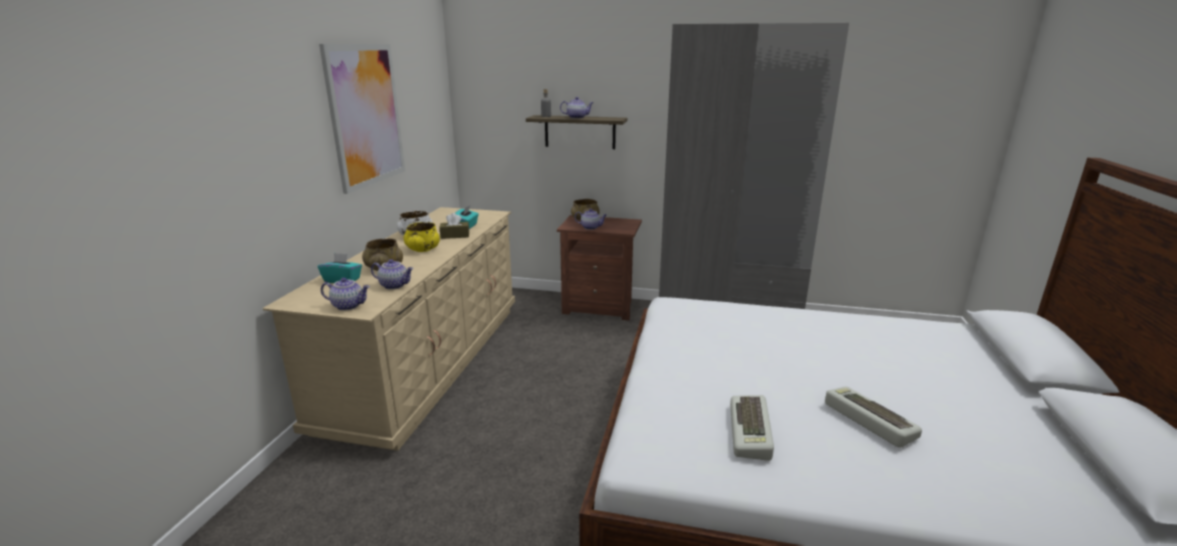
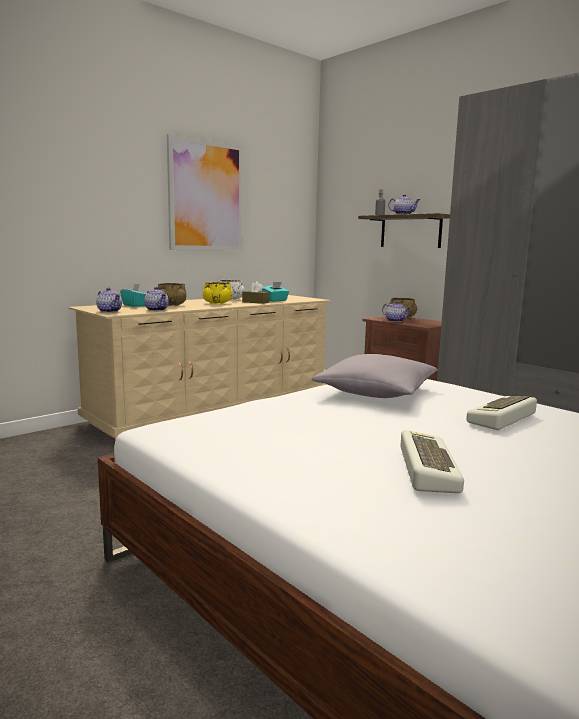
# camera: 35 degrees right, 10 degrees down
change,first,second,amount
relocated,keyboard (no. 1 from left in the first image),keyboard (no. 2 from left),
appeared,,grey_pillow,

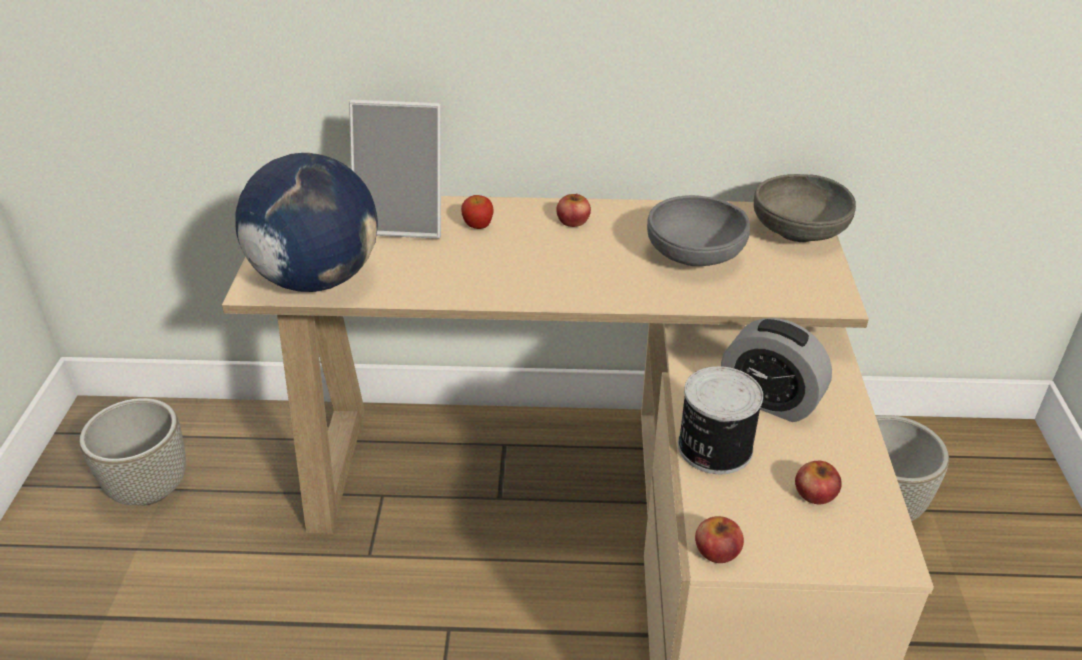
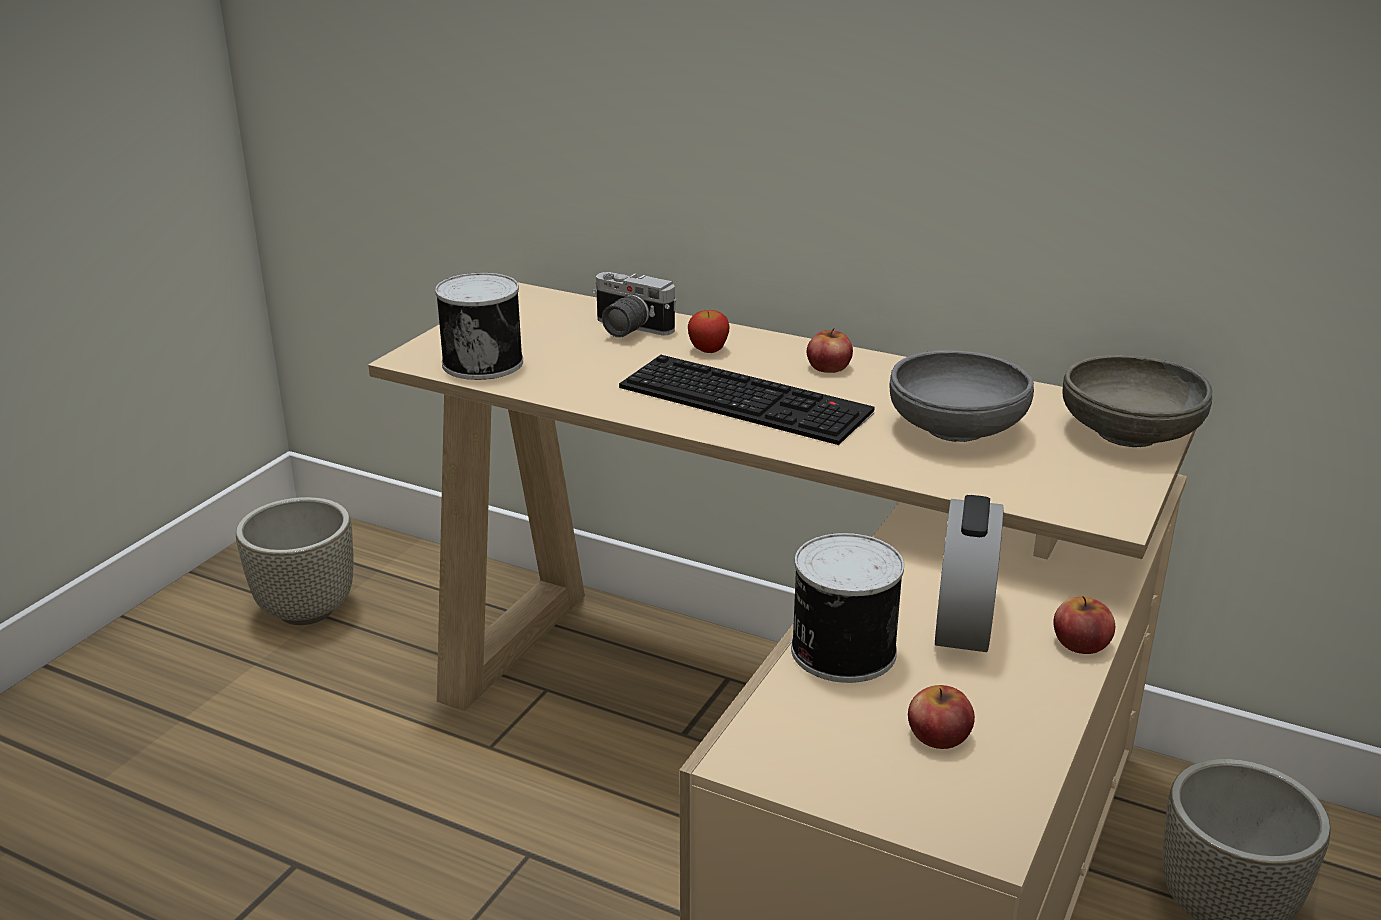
# camera: 25 degrees right, 10 degrees down
change,first,second,amount
exchanged,picture_frame,photo_camera,
exchanged,globe,can (no. 1 from left),
spun,alarm_clock,,45 degrees clockwise
relocated,apple (no. 3 from left in the first image),apple (no. 4 from left),
appeared,,keyboard,

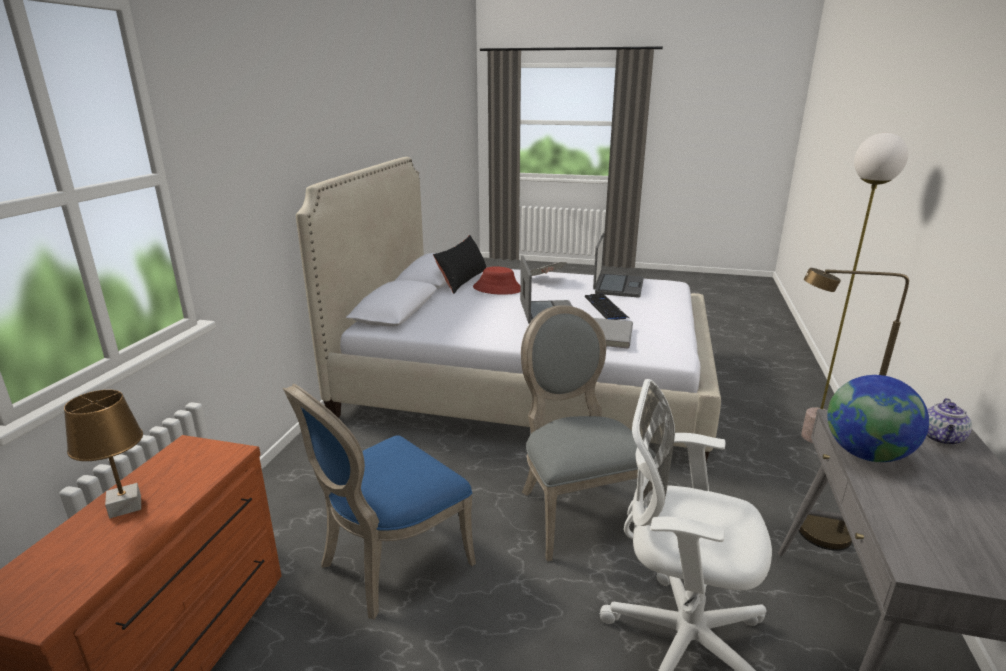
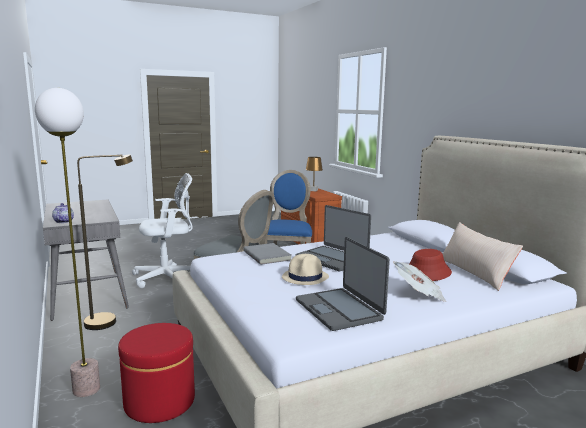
# camera: 140 degrees right, 10 degrees down
change,first,second,amount
colour,black_pillow,beige_pillow,
exchanged,keyboard,beige_hat,
missing,globe,,
appeared,,red_ottoman,

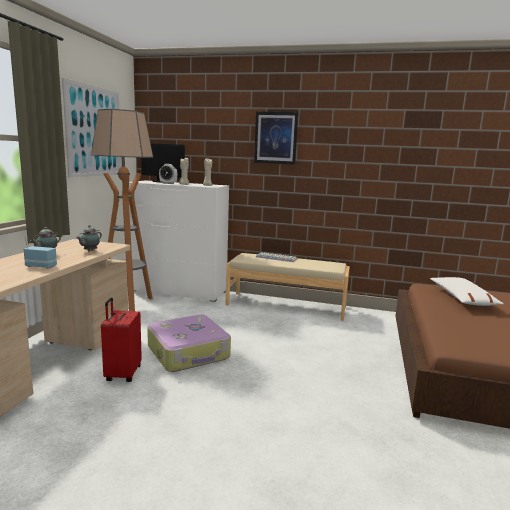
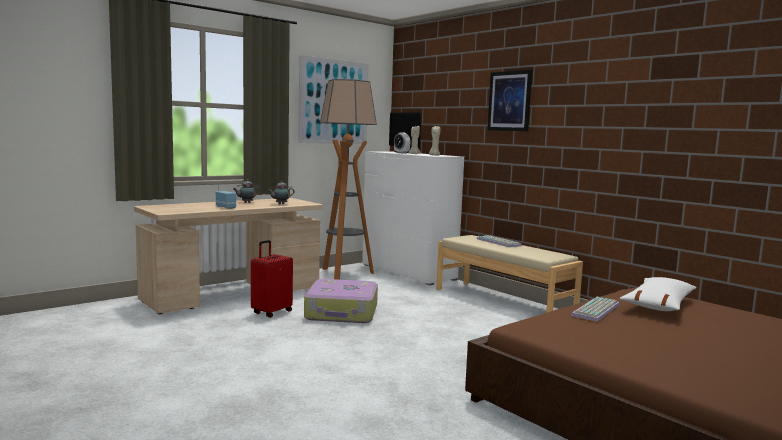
# camera: 35 degrees right, 5 degrees down
change,first,second,amount
appeared,,keyboard (no. 2 from left),

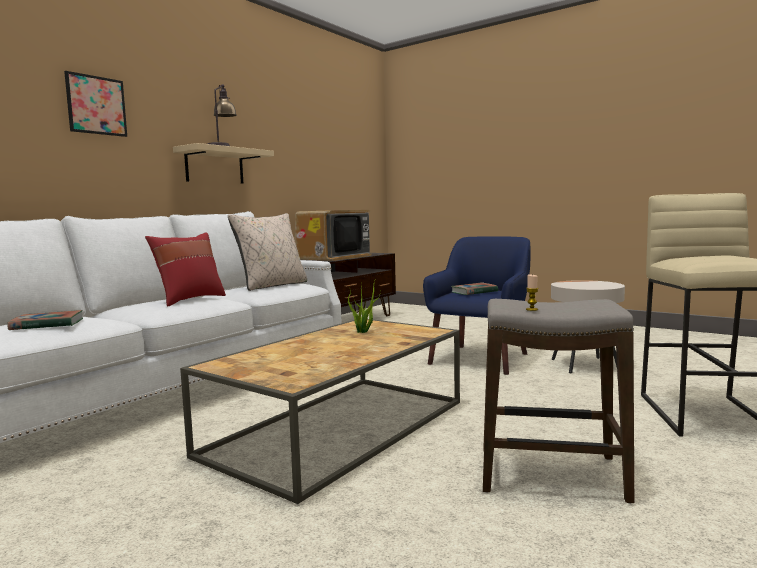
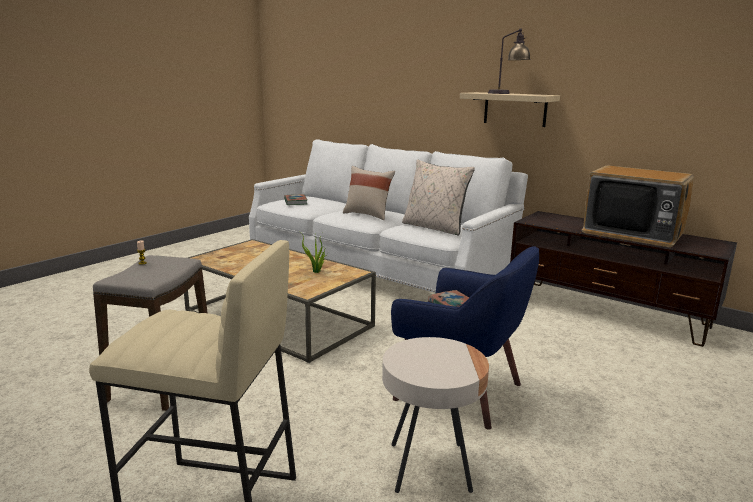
# camera: 90 degrees right, 10 degrees up
change,first,second,amount
missing,picture,,
colour,red_pillow,beige_pillow (no. 1 from left),

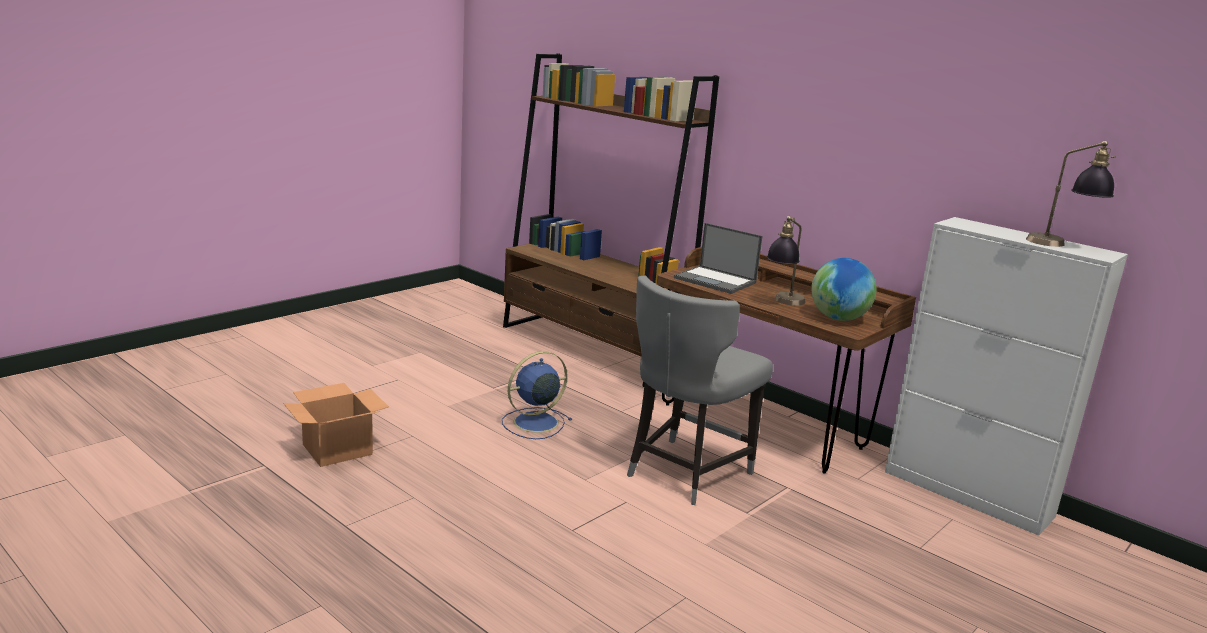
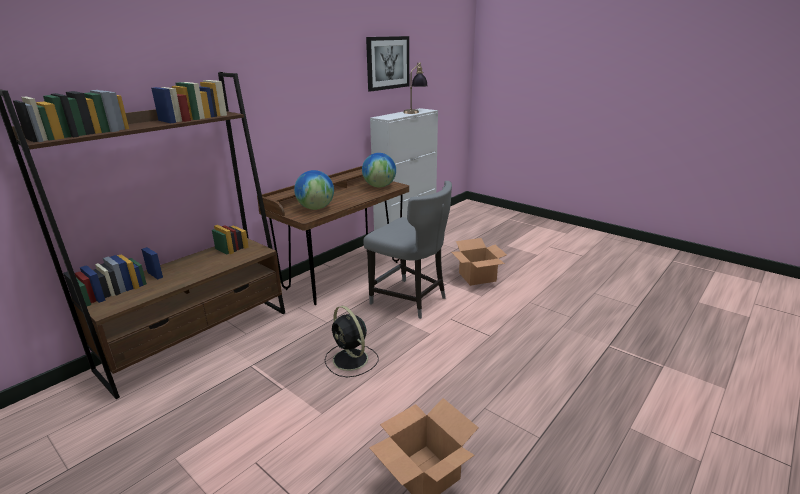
# camera: 90 degrees left, 5 degrees up
change,first,second,amount
missing,table_lamp (no. 1 from left),,
exchanged,laptop,globe (no. 1 from left),
colour,blue_fan,black_fan,
appeared,,picture,
appeared,,cardboard_box (no. 2 from left),

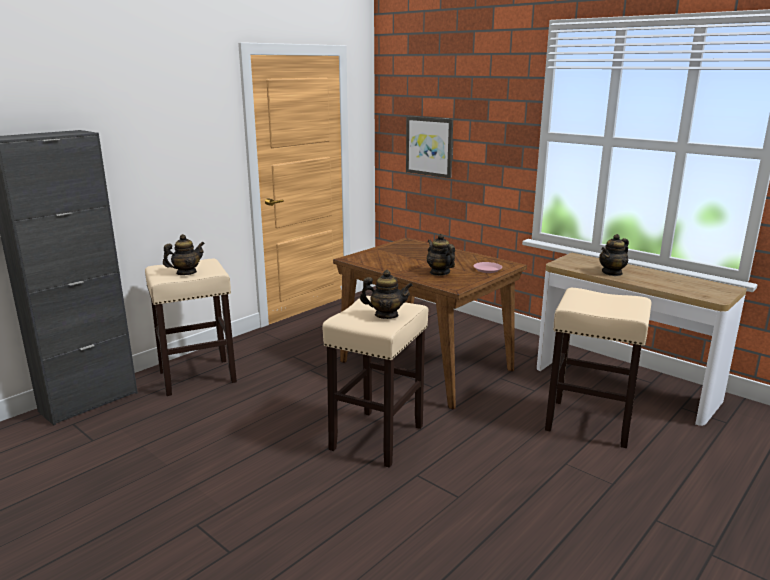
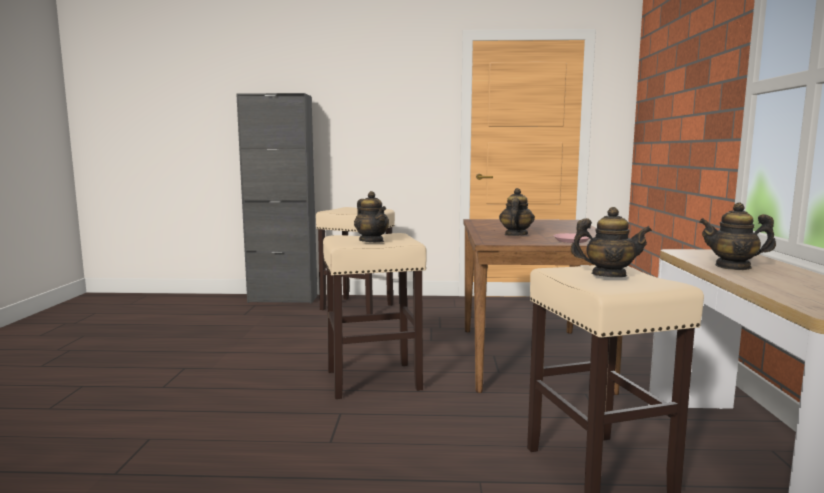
# camera: 50 degrees right, 10 degrees down
change,first,second,amount
missing,picture,,
relocated,teapot (no. 1 from left in the first image),teapot (no. 3 from left),

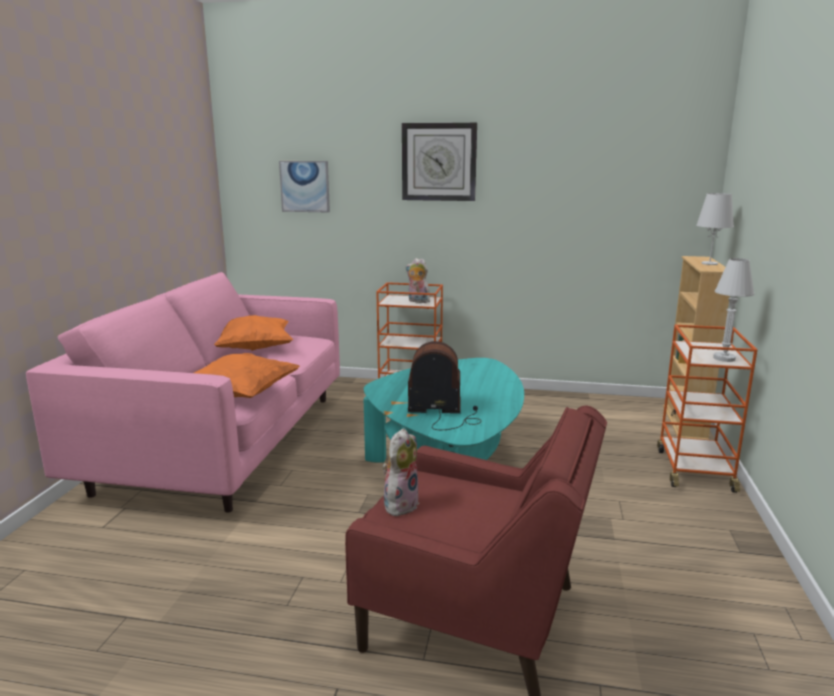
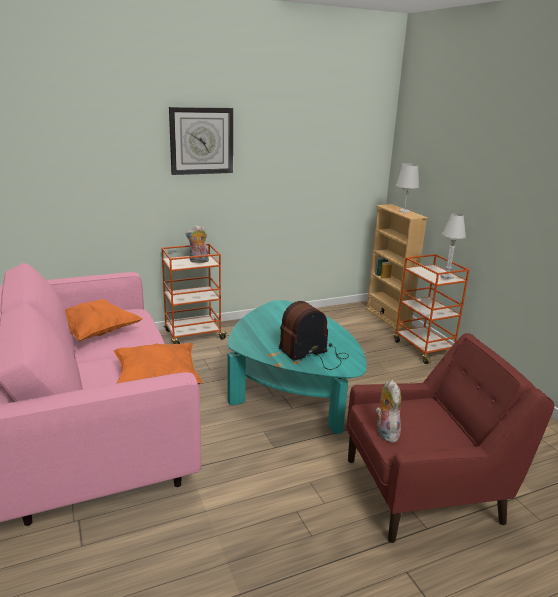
# camera: 35 degrees left, 5 degrees up
change,first,second,amount
missing,picture,,

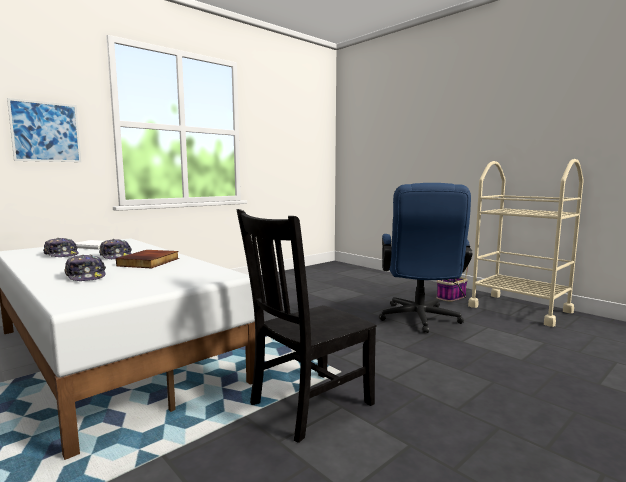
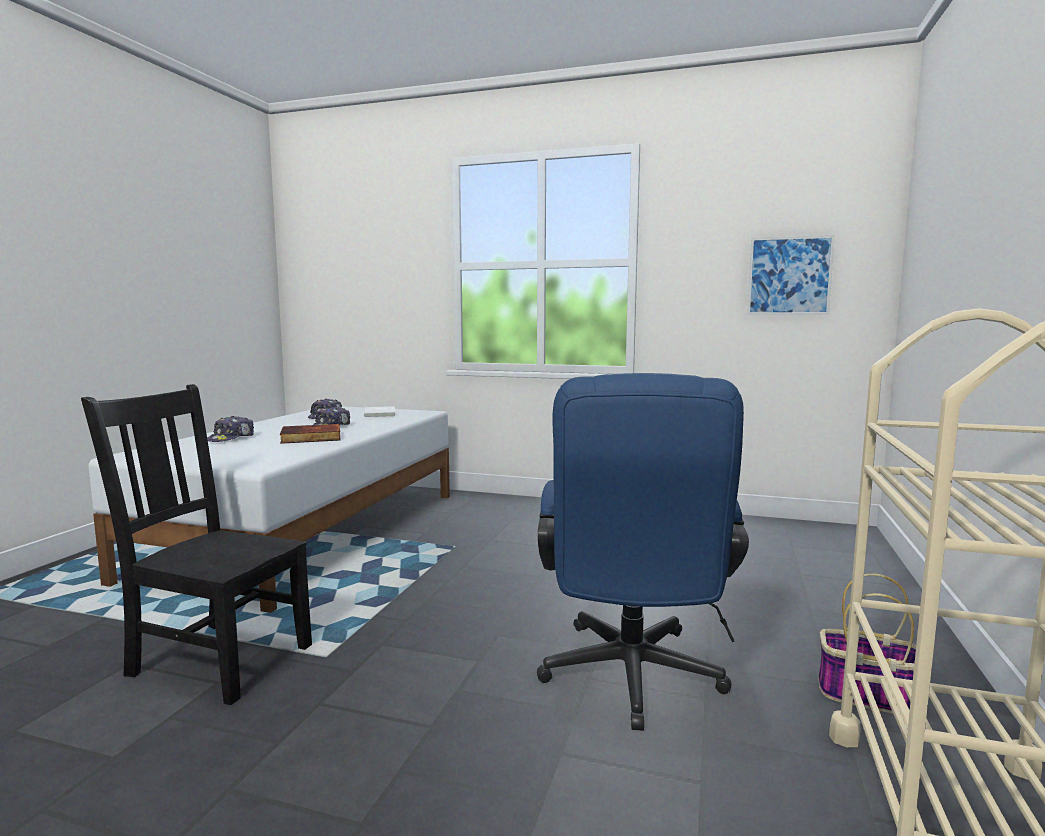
# camera: 60 degrees right, 0 degrees up
change,first,second,amount
relocated,picture,,
spun,blue_office_chair,,60 degrees counterclockwise

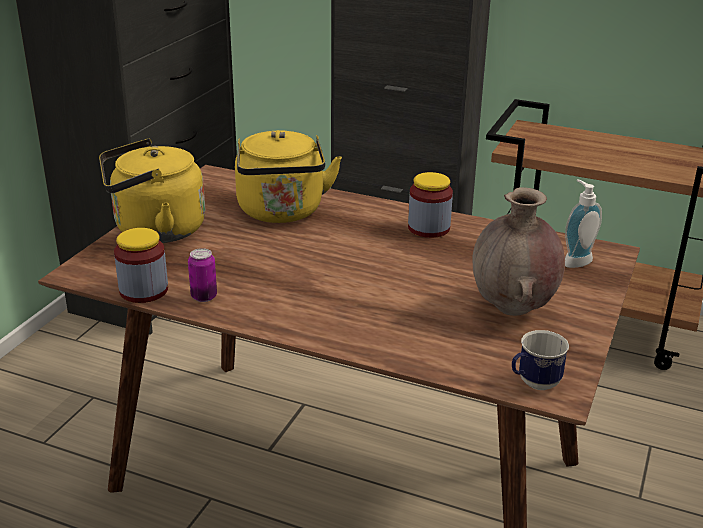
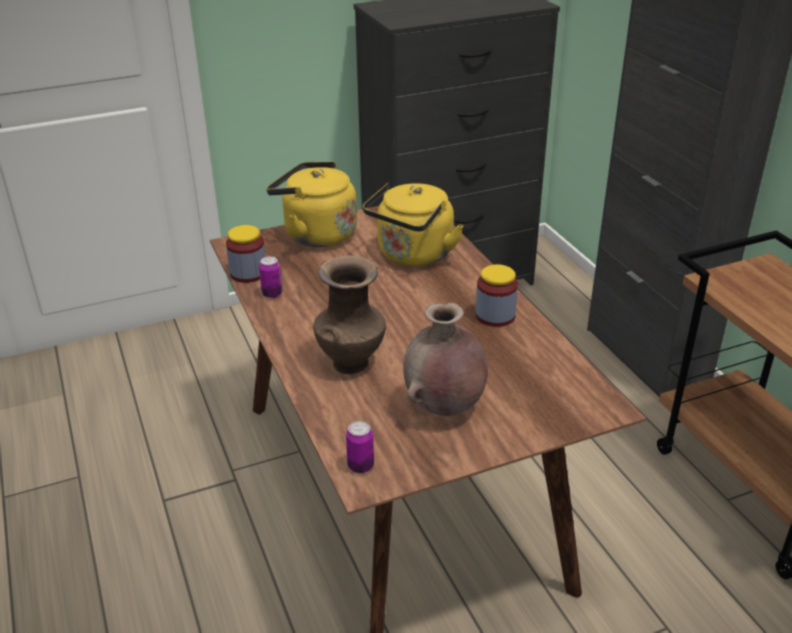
# camera: 45 degrees right, 5 degrees up
change,first,second,amount
missing,soap_dispenser,,
exchanged,mug,can (no. 2 from left),
appeared,,brown_vase (no. 1 from left),

